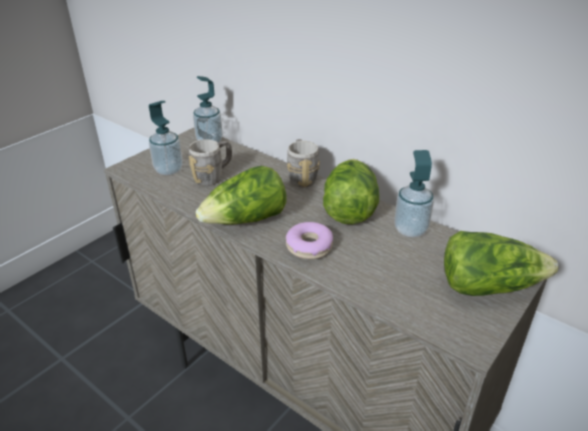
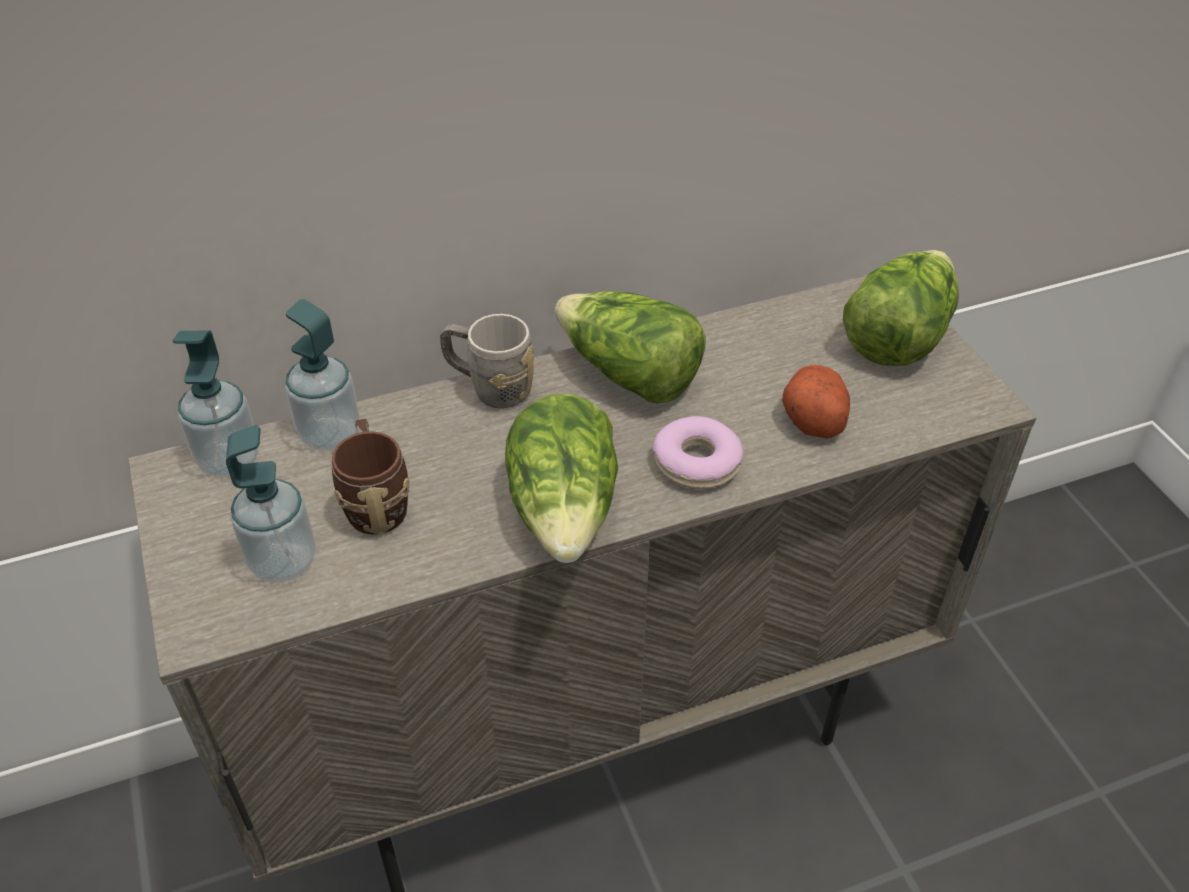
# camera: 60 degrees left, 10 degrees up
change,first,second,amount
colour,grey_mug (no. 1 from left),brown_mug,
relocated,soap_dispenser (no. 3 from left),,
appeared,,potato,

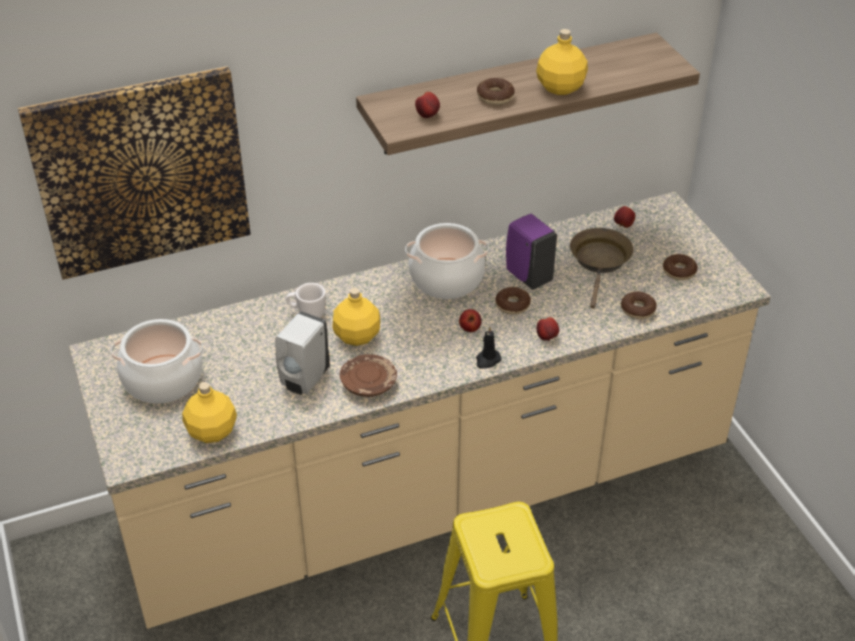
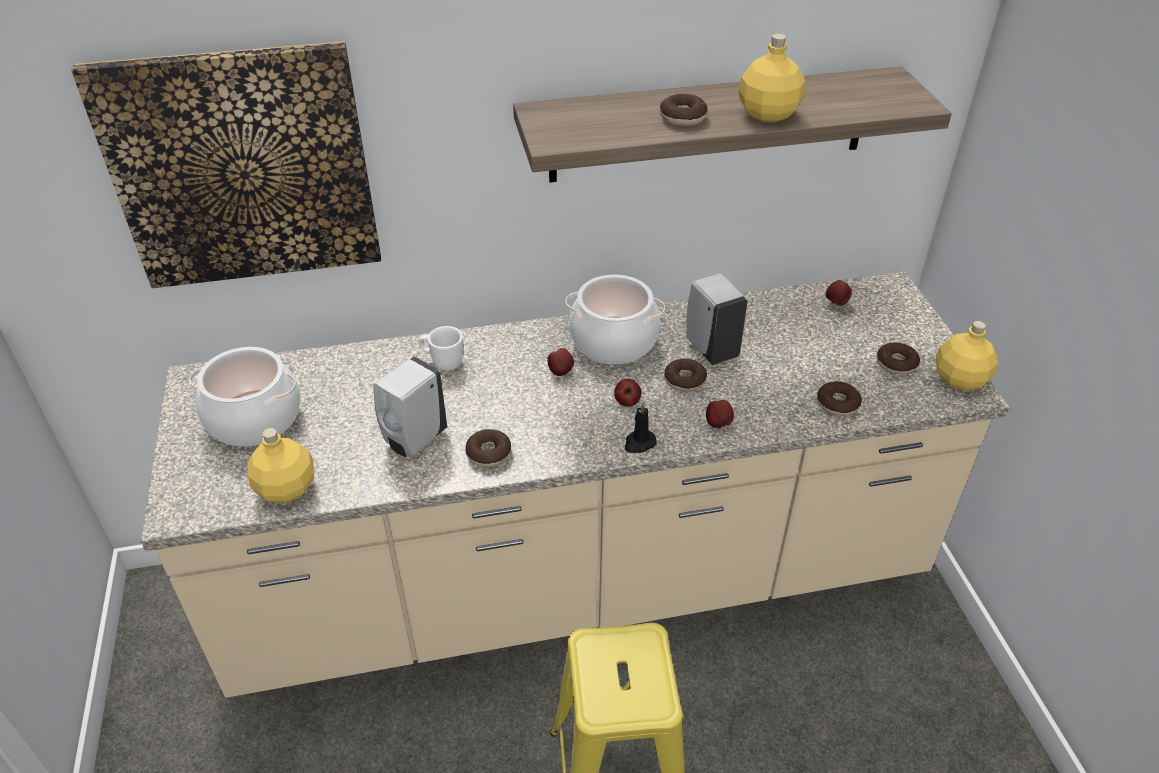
# camera: 10 degrees right, 0 degrees up
change,first,second,amount
relocated,apple (no. 1 from left),,
colour,purple_soap_dispenser,white_soap_dispenser (no. 2 from left),
missing,brown_frying_pan,,
relocated,yellow_bottle (no. 2 from left in the first image),yellow_bottle (no. 3 from left),
exchanged,brown_plate,donut (no. 1 from left),

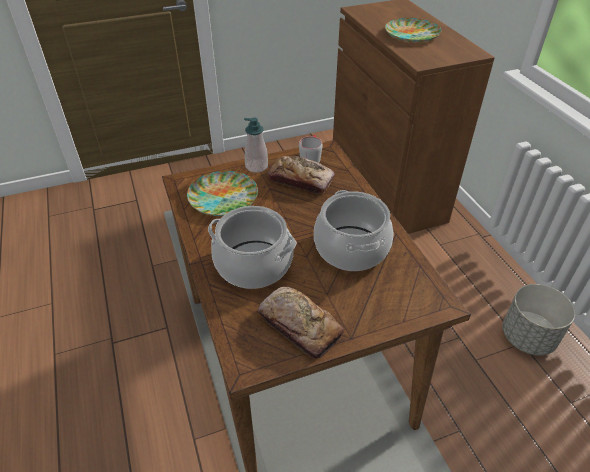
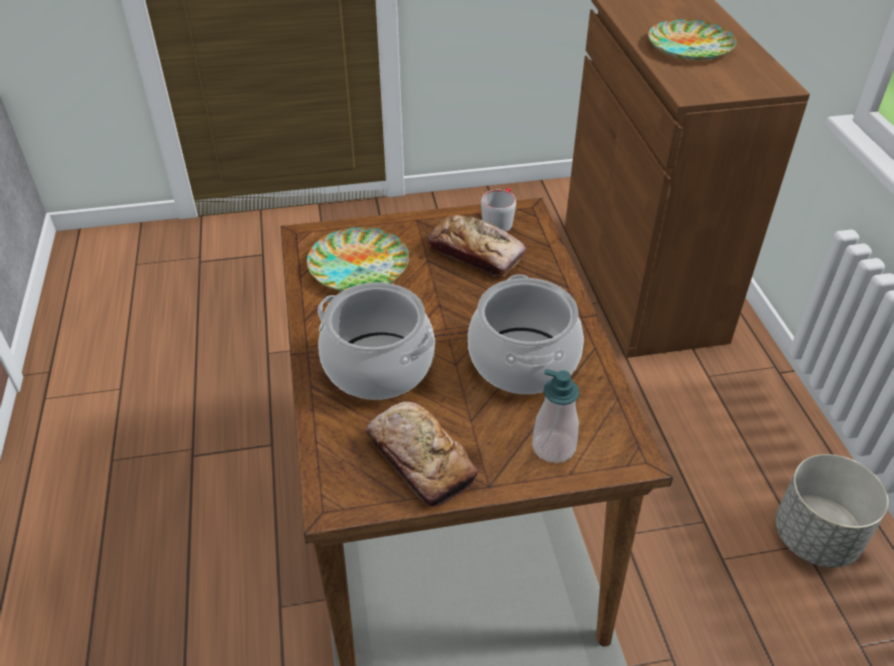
# camera: 10 degrees right, 0 degrees up
change,first,second,amount
relocated,soap_dispenser,,

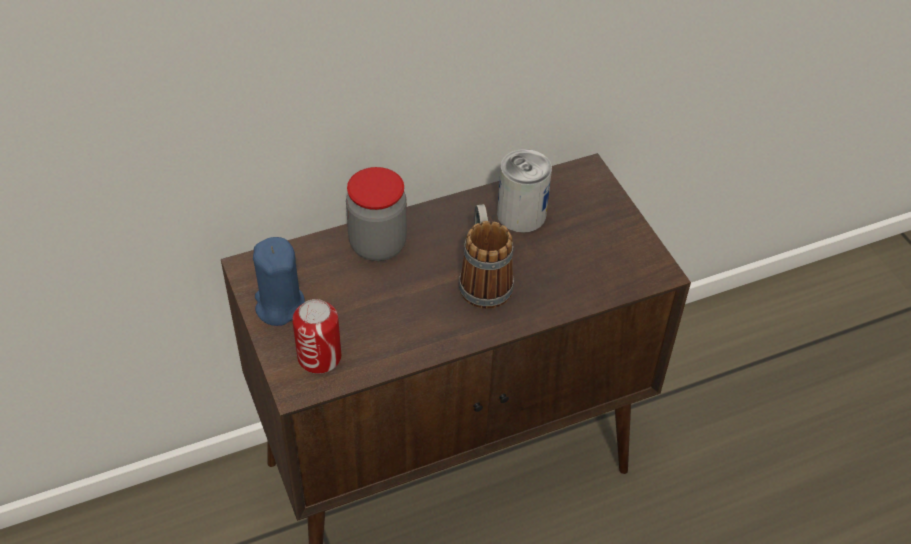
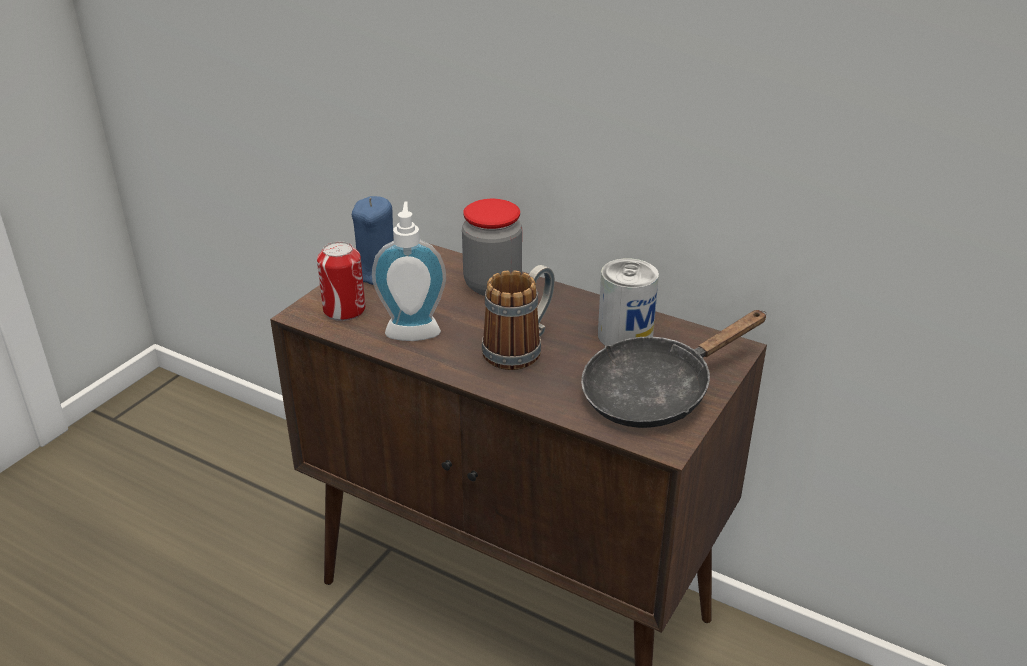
# camera: 55 degrees right, 15 degrees down
change,first,second,amount
appeared,,soap_dispenser,
appeared,,black_frying_pan,

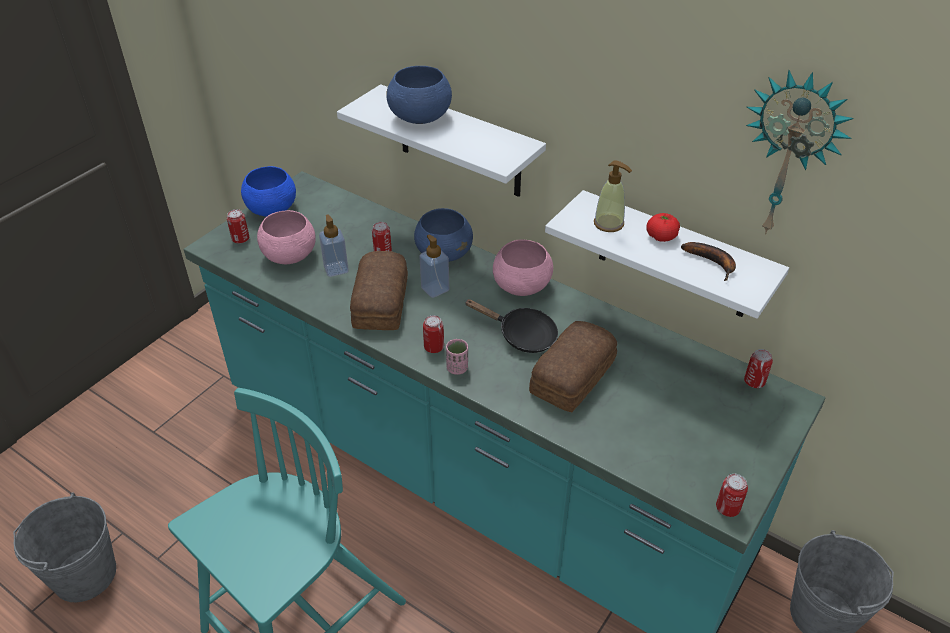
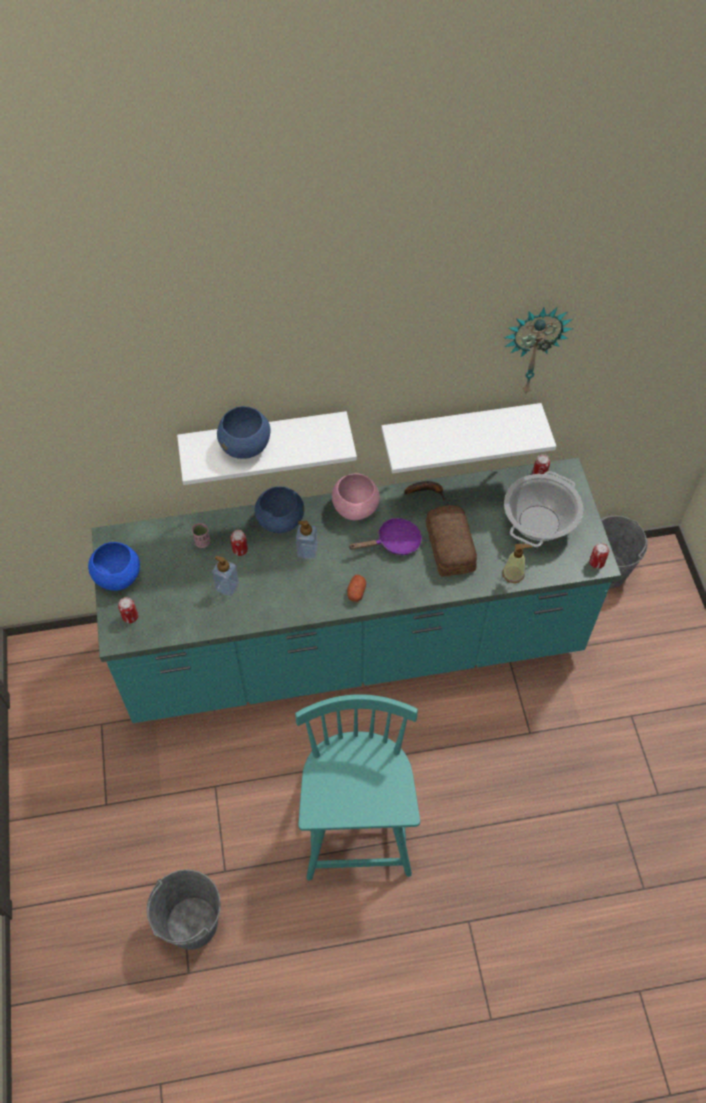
# camera: 45 degrees left, 15 degrees up
change,first,second,amount
relocated,soap_dispenser (no. 3 from left),,
missing,pink_bowl (no. 1 from left),,
missing,tomato,,
relocated,banana,,
missing,bread (no. 1 from left),,
colour,black_frying_pan,purple_frying_pan,
exchanged,can (no. 3 from left),potato,
relocated,pink_cup,,
appeared,,cooking_pot,

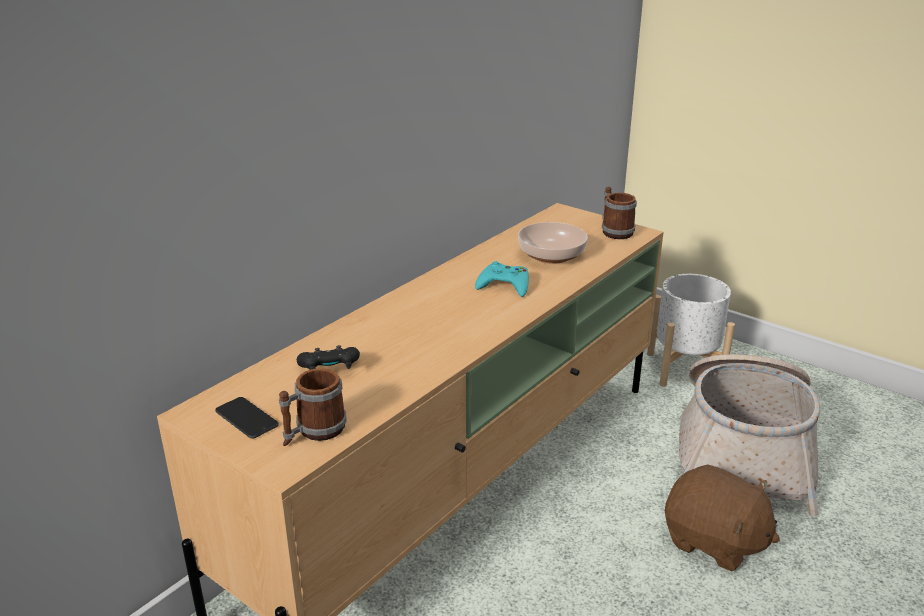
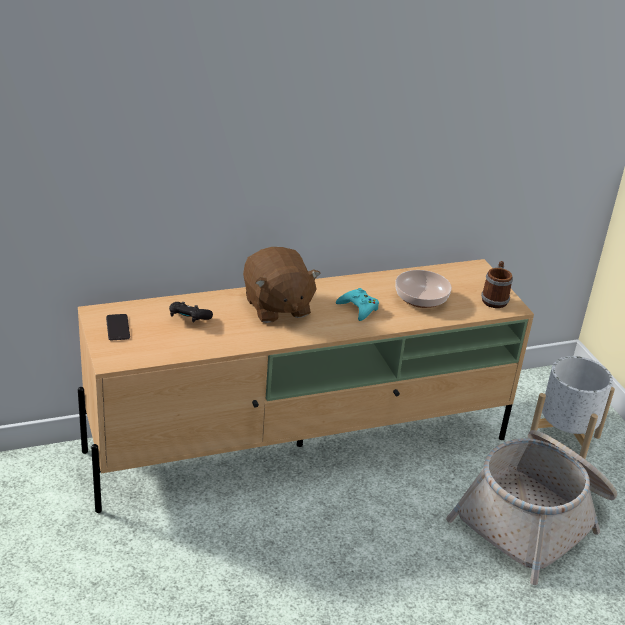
# camera: 30 degrees right, 5 degrees up
change,first,second,amount
missing,mug (no. 1 from left),,
relocated,brown_plush_toy,,

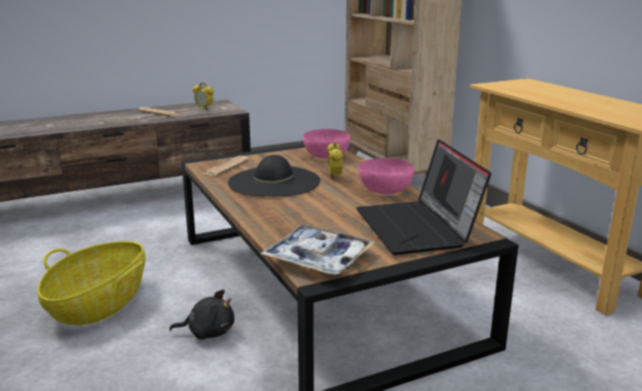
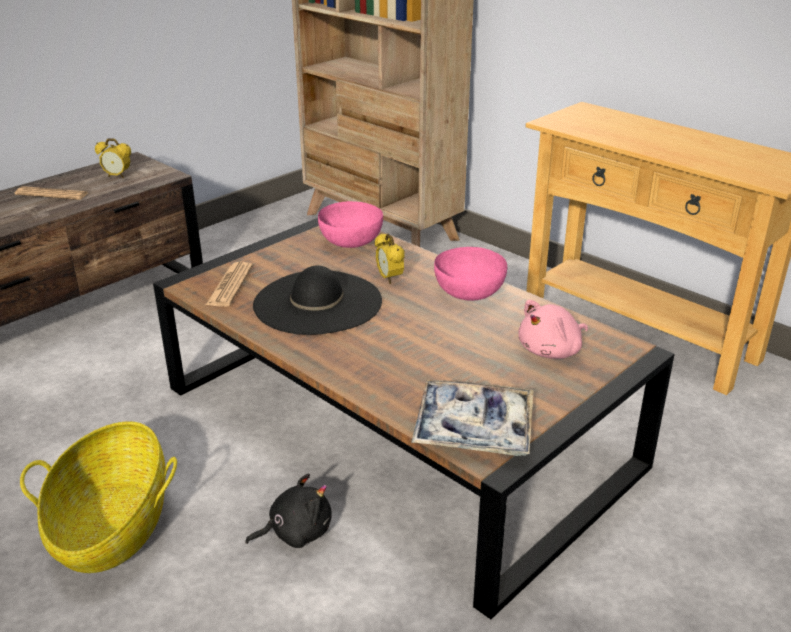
# camera: 20 degrees left, 10 degrees up
change,first,second,amount
exchanged,laptop,pink_plush_toy,

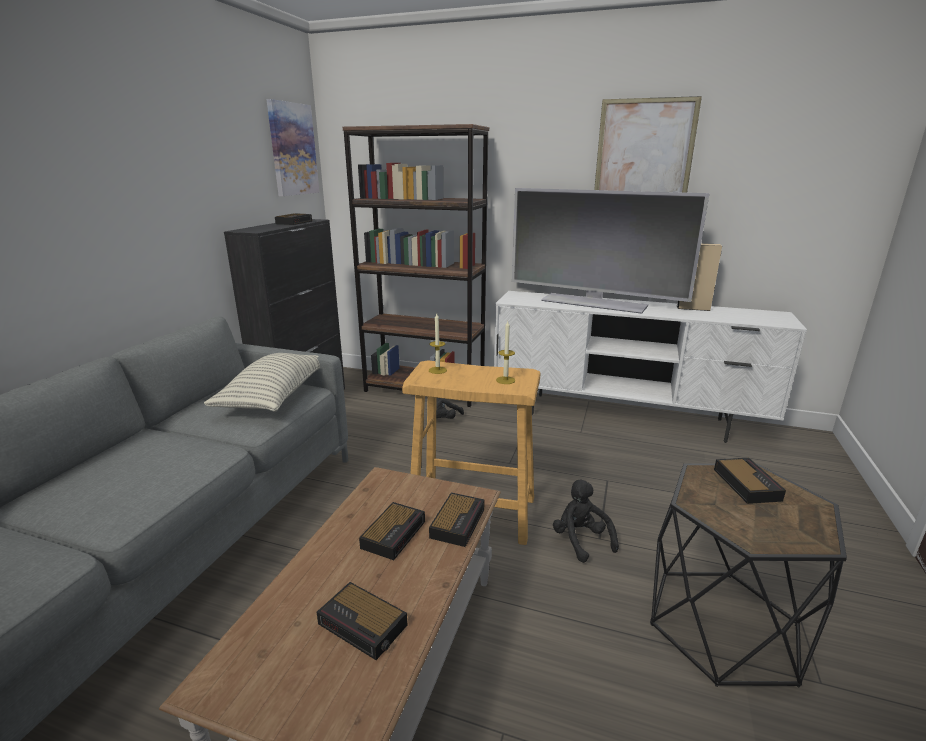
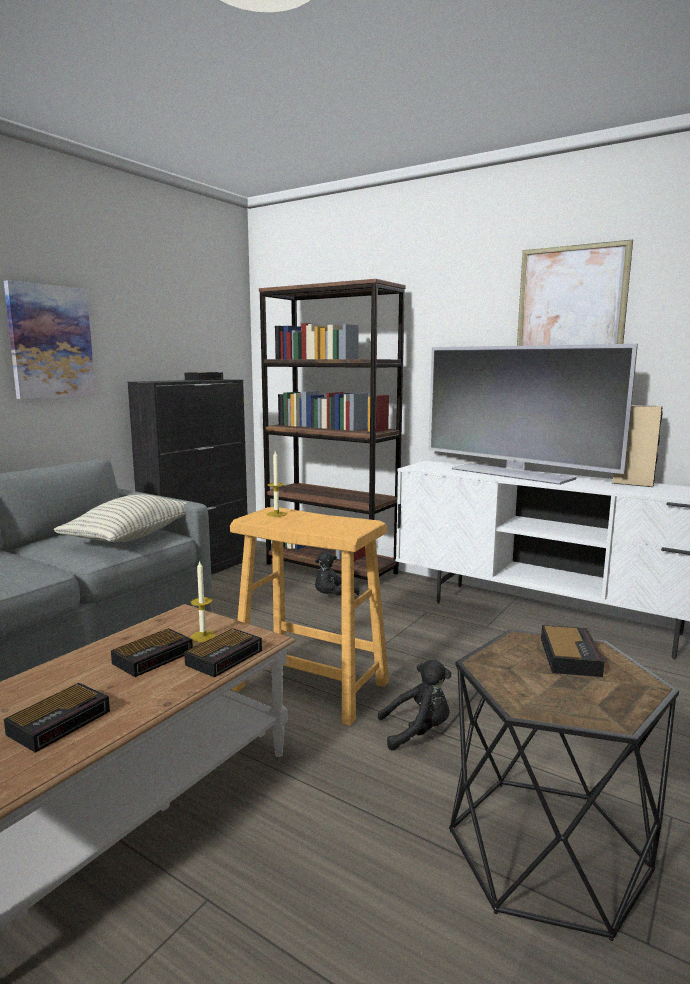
# camera: 15 degrees right, 10 degrees down
change,first,second,amount
relocated,picture (no. 1 from left),,
relocated,candle (no. 2 from left in the first image),candle (no. 1 from left),
spun,black_plush_toy (no. 2 from left),,90 degrees clockwise
spun,alarm_clock (no. 2 from left in the first image),alarm_clock (no. 1 from left),105 degrees counterclockwise

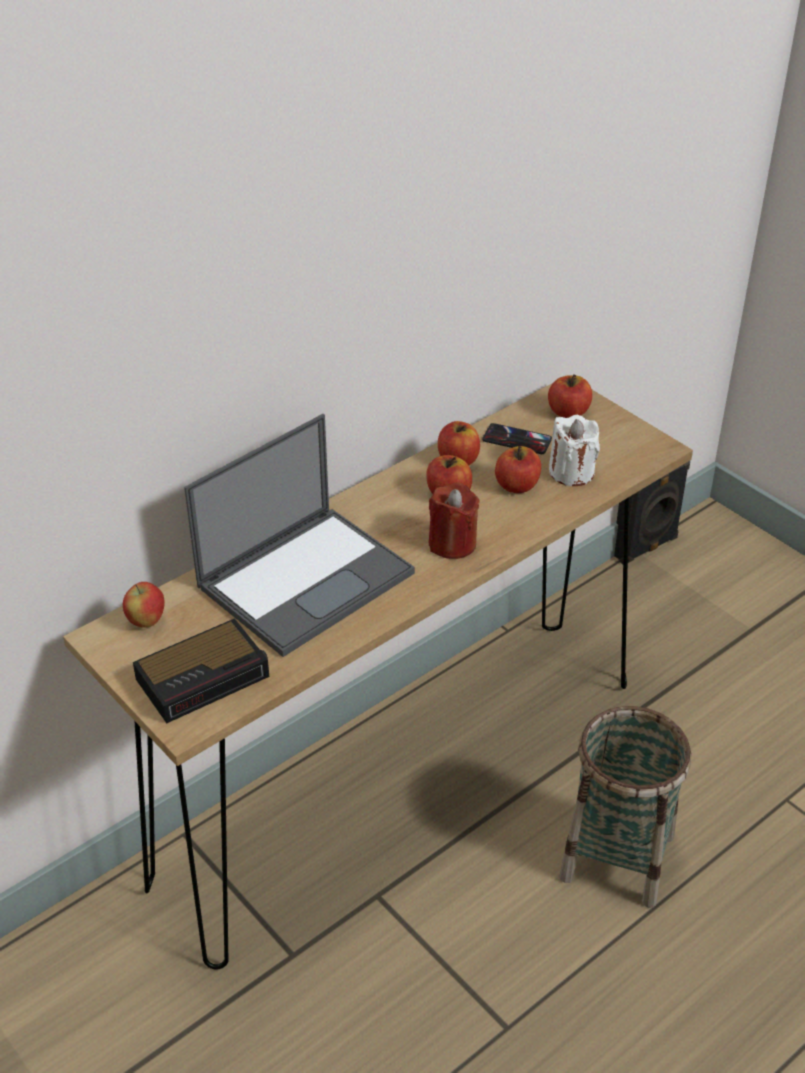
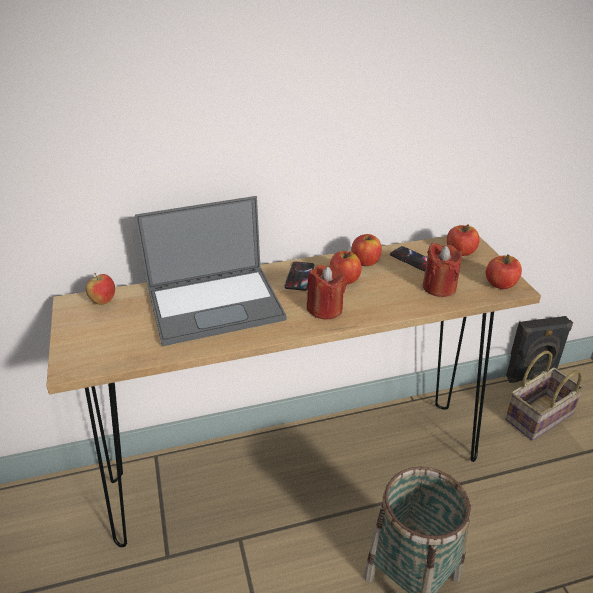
# camera: 25 degrees right, 5 degrees down
change,first,second,amount
colour,white_candle,red_candle (no. 2 from left),
relocated,apple (no. 4 from left in the first image),apple (no. 5 from left),
missing,alarm_clock,,
appeared,,phone (no. 1 from left),
appeared,,basket (no. 2 from left),

